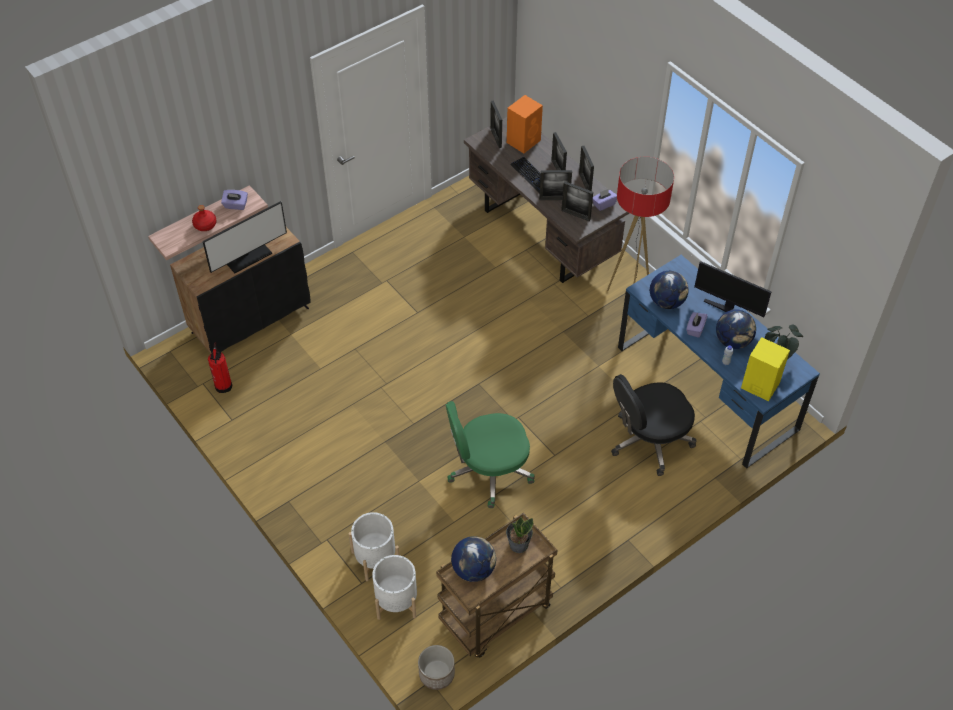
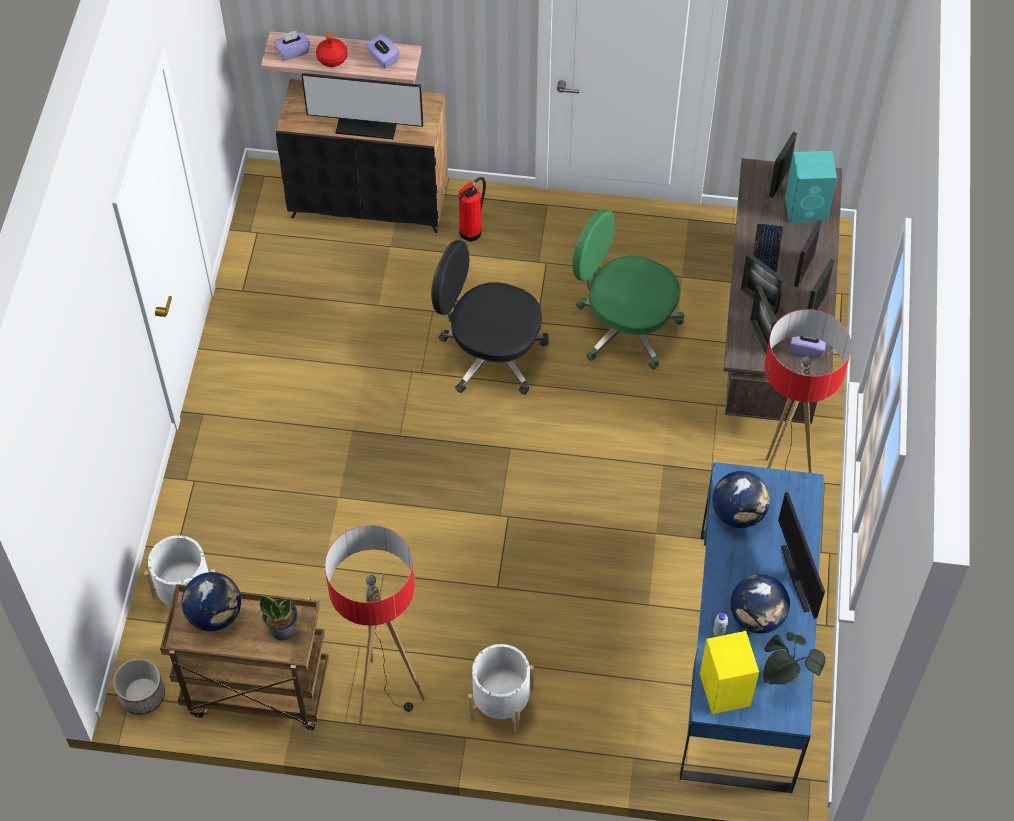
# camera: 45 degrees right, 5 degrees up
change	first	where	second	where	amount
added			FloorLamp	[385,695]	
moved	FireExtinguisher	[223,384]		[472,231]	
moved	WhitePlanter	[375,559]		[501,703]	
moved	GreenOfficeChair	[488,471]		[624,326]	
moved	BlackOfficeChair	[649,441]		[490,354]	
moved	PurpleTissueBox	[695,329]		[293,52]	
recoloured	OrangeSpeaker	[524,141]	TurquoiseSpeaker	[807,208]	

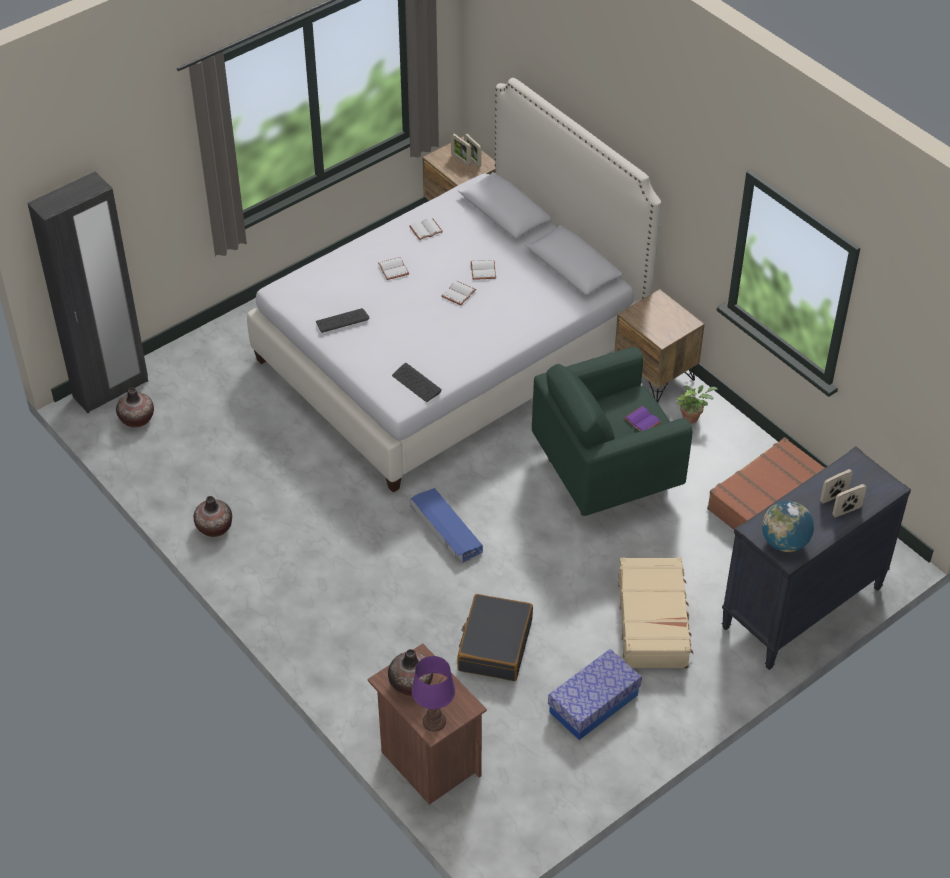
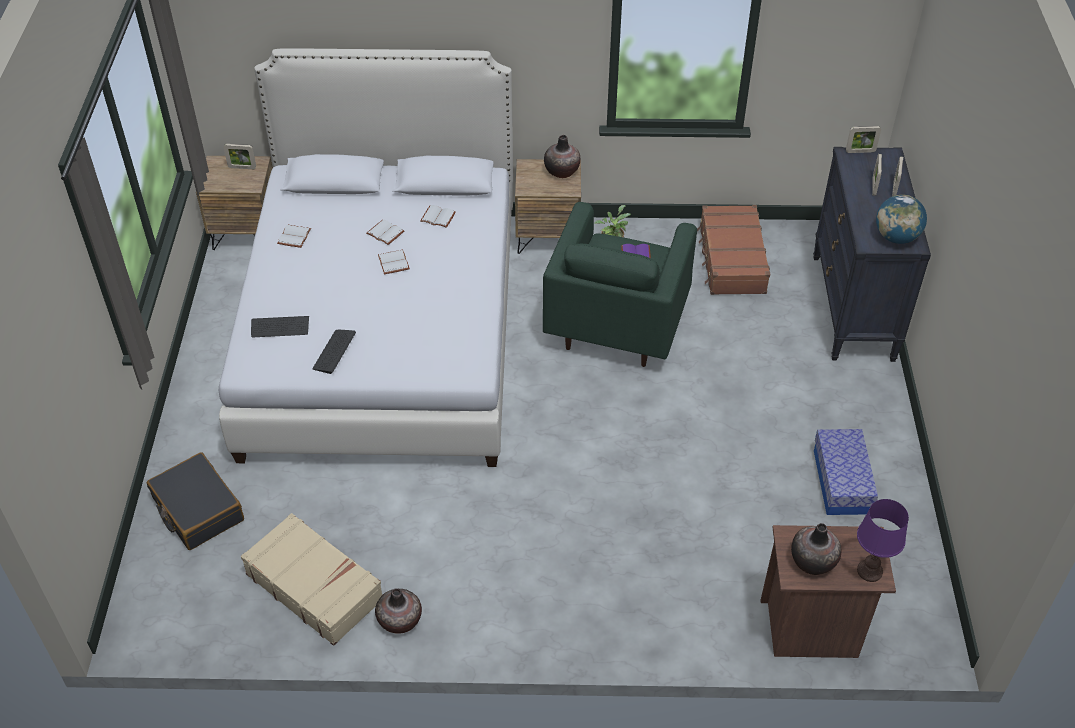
# camera: 50 degrees left, 0 degrees up
change	first	where	second	where	amount
removed	BlackWardrobe	[111,389]			
removed	BlueStorageBox	[446,529]			
moved	Vase	[137,419]		[562,171]	
moved	WhiteBook	[394,269]		[439,217]	
moved	Keyboard	[416,383]		[280,327]	
moved	PictureFrame	[461,160]		[860,151]	
moved	BlackSuitcase	[494,645]		[197,509]	
moved	BeigeSuitcase	[653,621]		[315,586]	

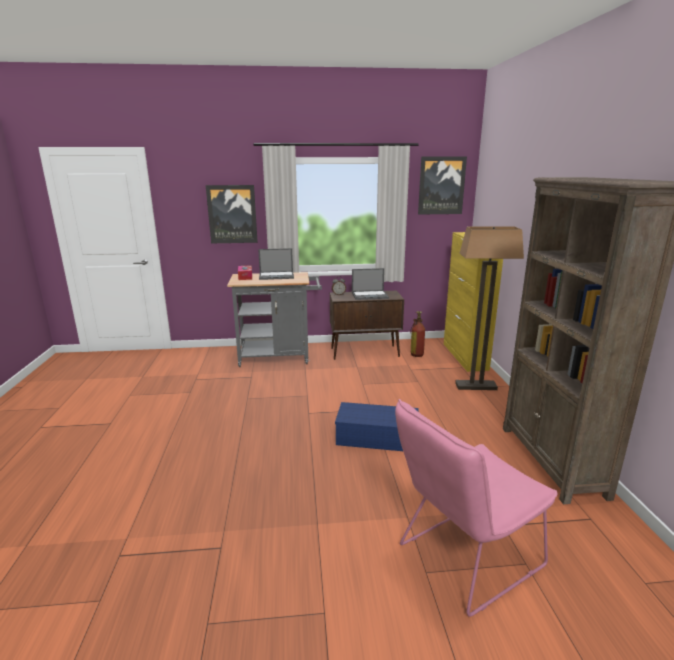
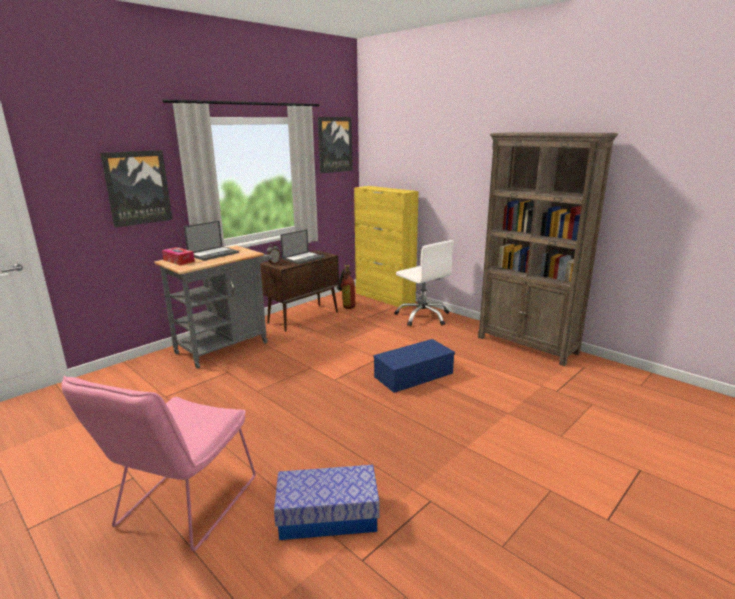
# camera: 40 degrees left, 0 degrees up
change	first	where	second	where	amount
added			StorageBox	[328,515]	
moved	PinkChair	[463,559]		[182,508]	
replaced	FloorLamp	[475,386]	WhiteOfficeChair	[423,316]	

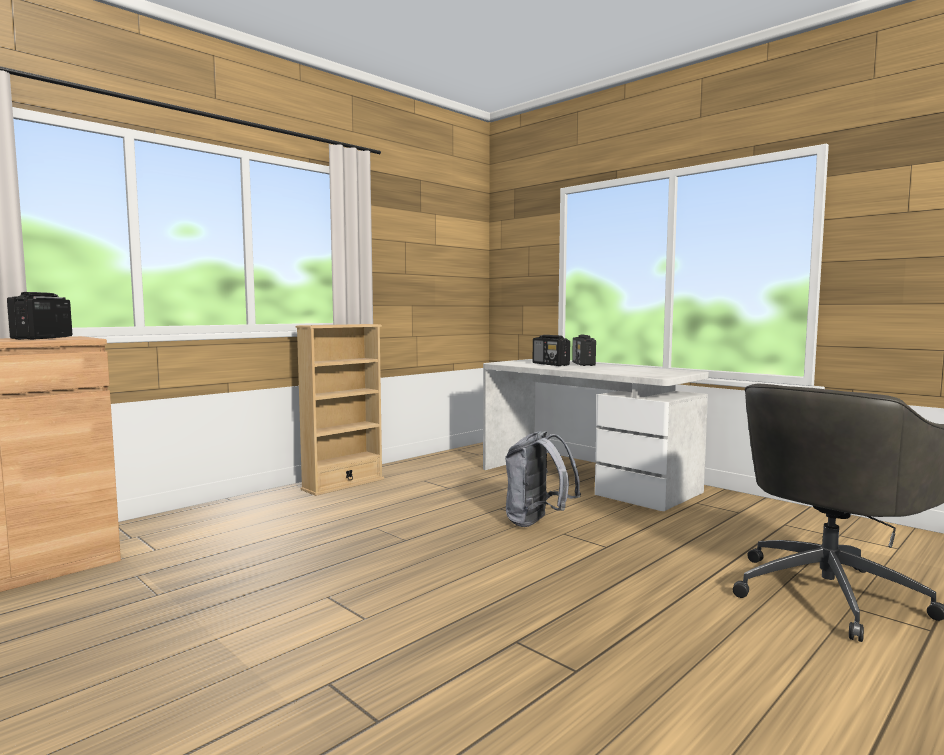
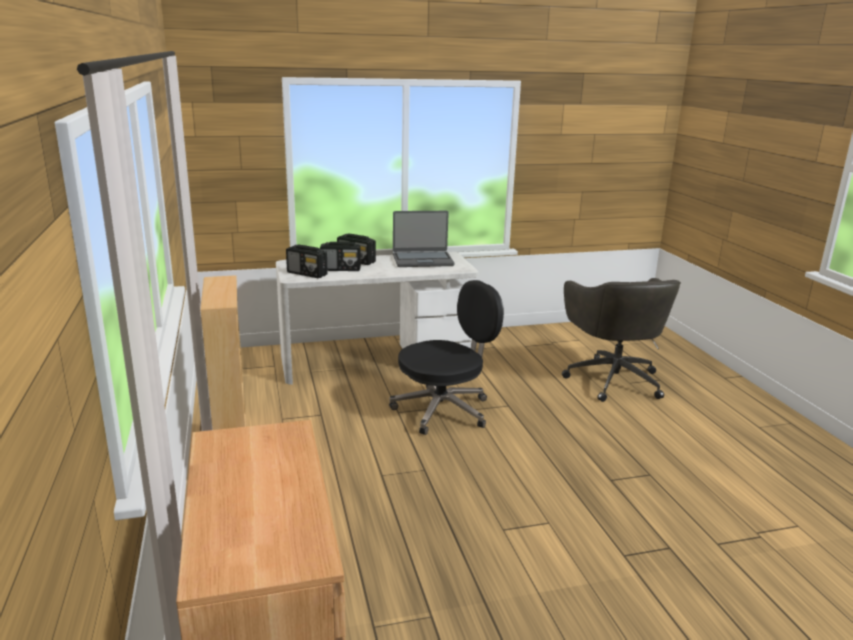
# camera: 60 degrees left, 15 degrees up
change	first	where	second	where	amount
added			Laptop	[422,260]	
moved	Radio	[42,338]		[307,274]	
replaced	GreyBackpack	[537,523]	BlackOfficeChair	[444,410]	

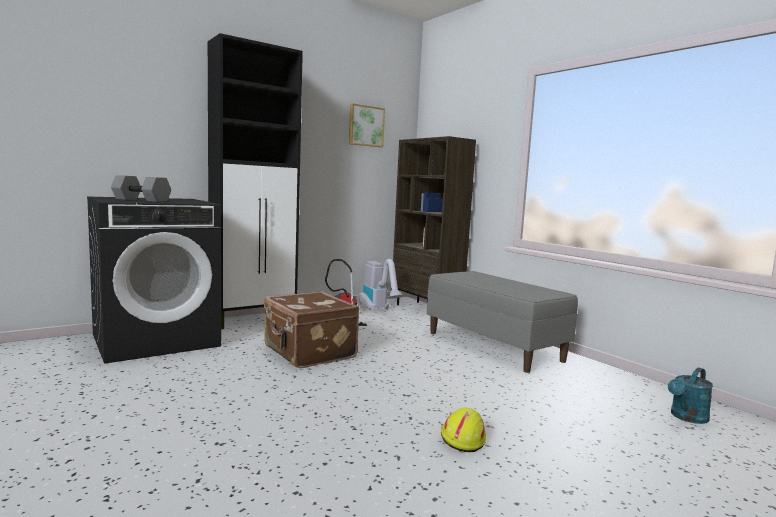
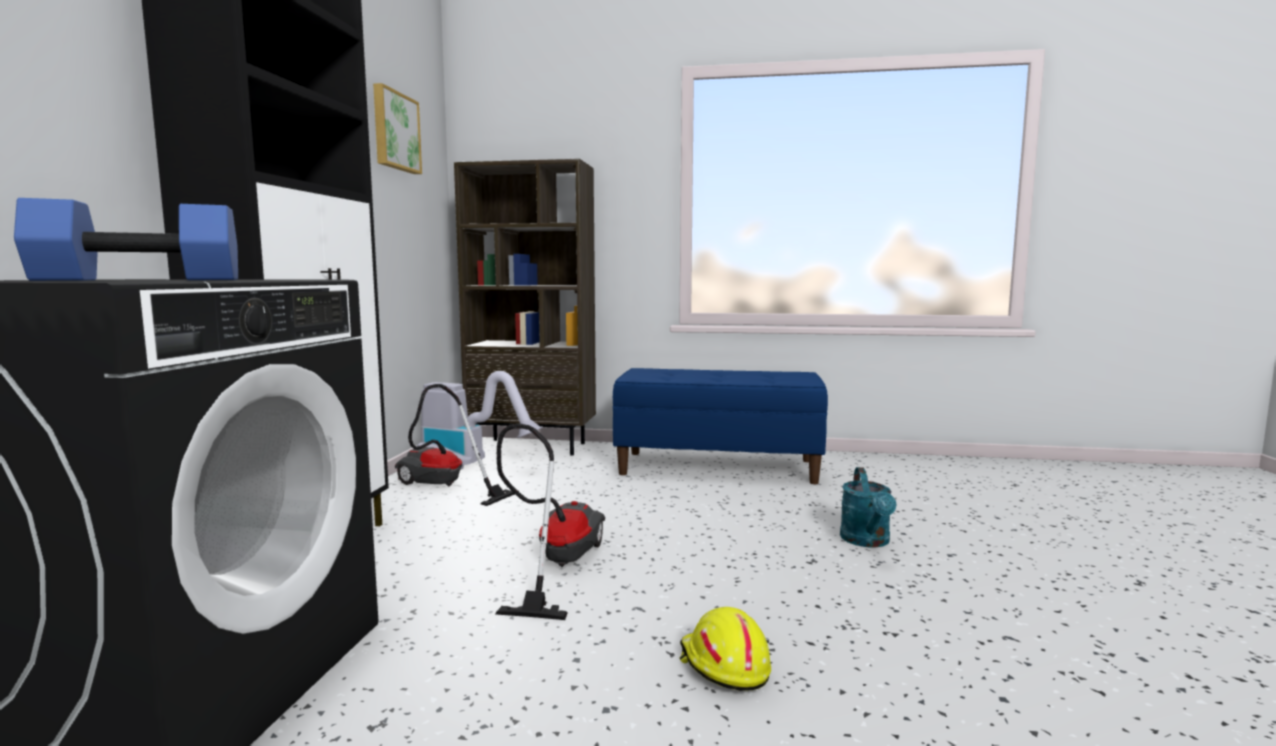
# camera: 45 degrees left, 0 degrees up
change	first	where	second	where	amount
moved	YellowHardHat	[462,438]		[723,665]	
moved	TurquoiseWateringCan	[687,417]		[867,541]	
replaced	BrownSuitcase	[308,353]	VacuumCleaner	[556,564]	
recoloured	GreyDumbbell	[142,200]	BlueDumbbell	[144,280]	
recoloured	GreyBench	[494,346]	BlueBench	[718,467]	

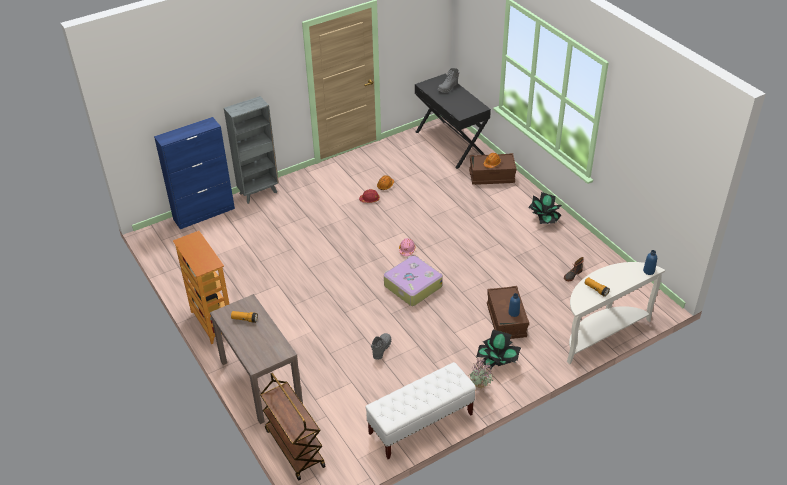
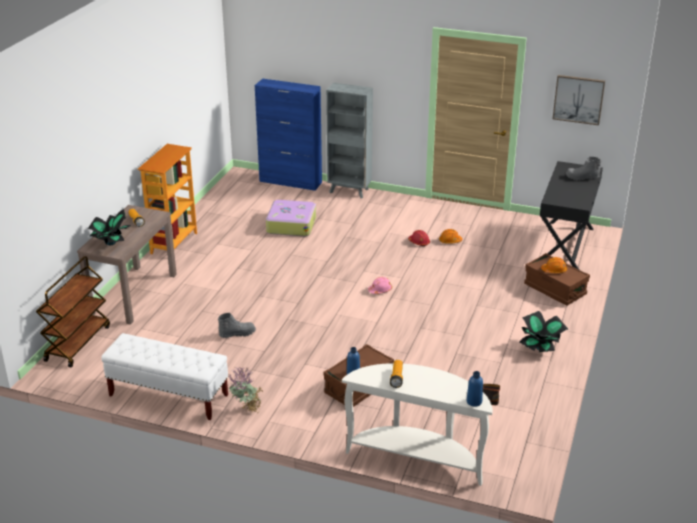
# camera: 50 degrees right, 10 degrees down
change	first	where	second	where	amount
added			Picture	[578,99]	
moved	Suitcase	[412,286]		[291,224]	
moved	PottedPlant	[497,362]		[111,243]	

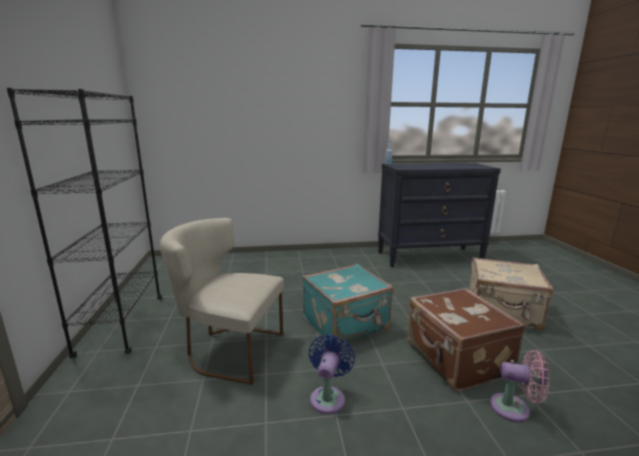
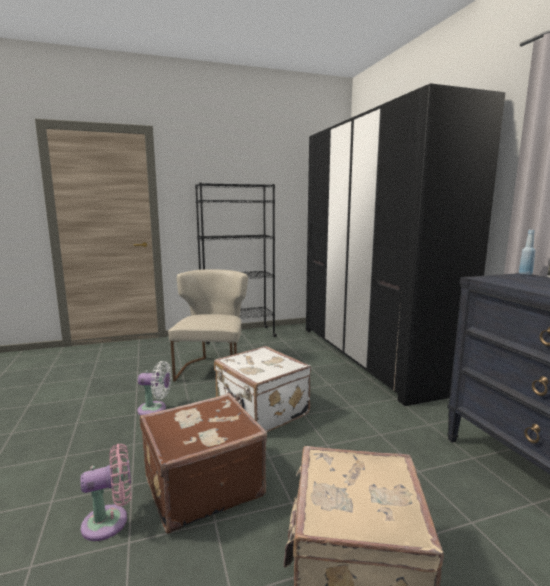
# camera: 80 degrees right, 5 degrees down
change	first	where	second	where	amount
added			BlackWardrobe	[370,356]	
recoloured	TurquoiseSuitcase	[346,324]	WhiteSuitcase	[261,411]	
recoloured	BlueFan	[328,397]	WhiteFan	[155,409]	
turned	PinkFan	[514,409]		[110,521]	120 degrees counterclockwise

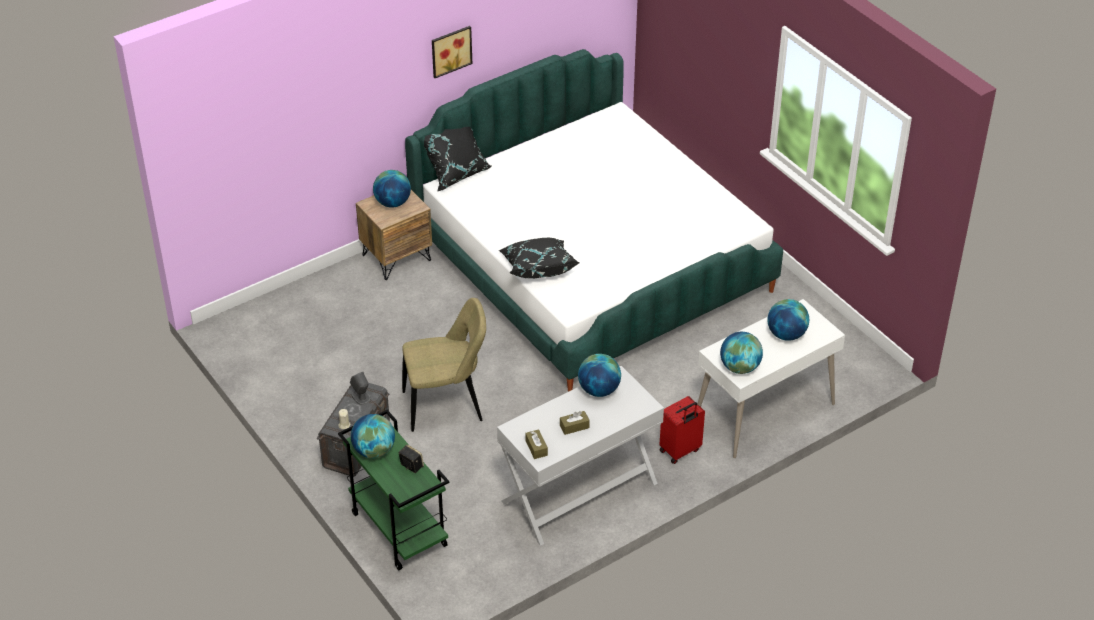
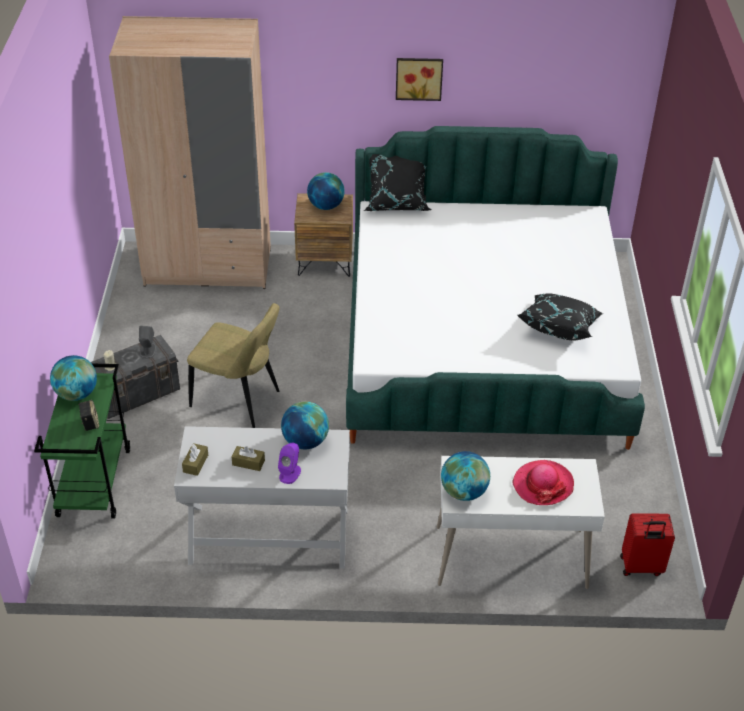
# camera: 35 degrees right, 0 degrees up
change	first	where	second	where	amount
added			BeigeWardrobe	[208,266]	
added			PurpleSpeaker	[290,473]	
moved	BlackPillow	[538,268]		[559,327]	
moved	RedSuitcase	[680,451]		[641,567]	
replaced	Globe	[786,334]	Hat	[543,484]	

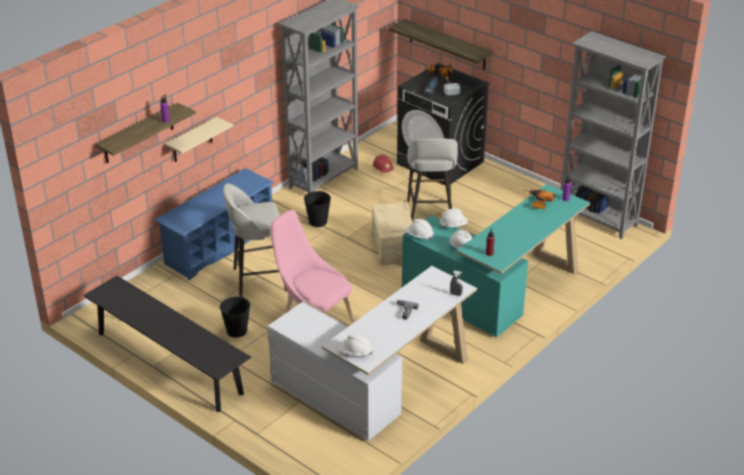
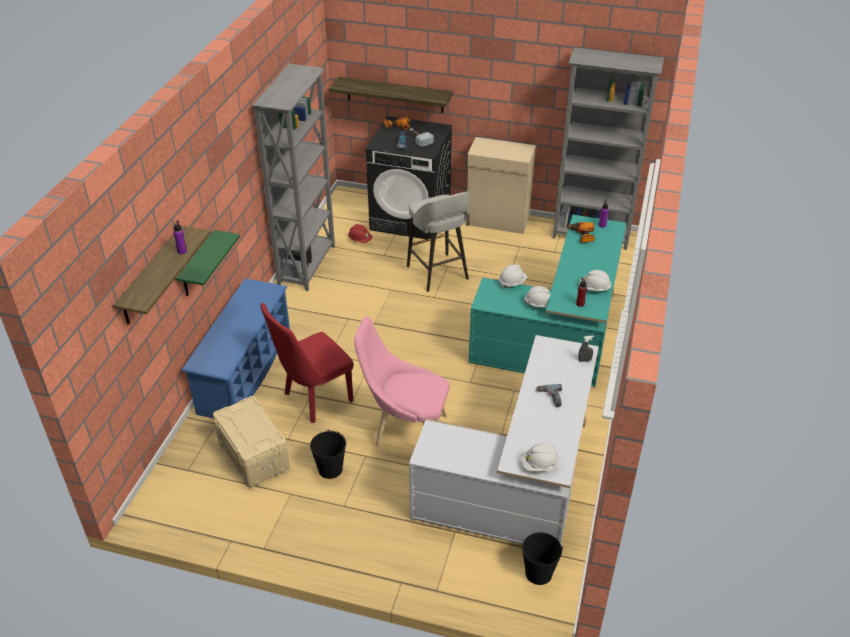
# camera: 25 degrees left, 5 degrees up
change	first	where	second	where	amount
removed	BlackBench	[169,363]			
added			BeigeCabinet	[497,221]	
moved	BlackBucket	[318,221]		[538,573]	
moved	BeigeStorageBox	[394,247]		[254,455]	
moved	WhiteHardHat	[419,236]		[594,288]	
replaced	GreyStool	[258,279]	RedChair	[313,400]	
recoloured	BeigeShelf	[192,140]	GreenShelf	[197,265]	

